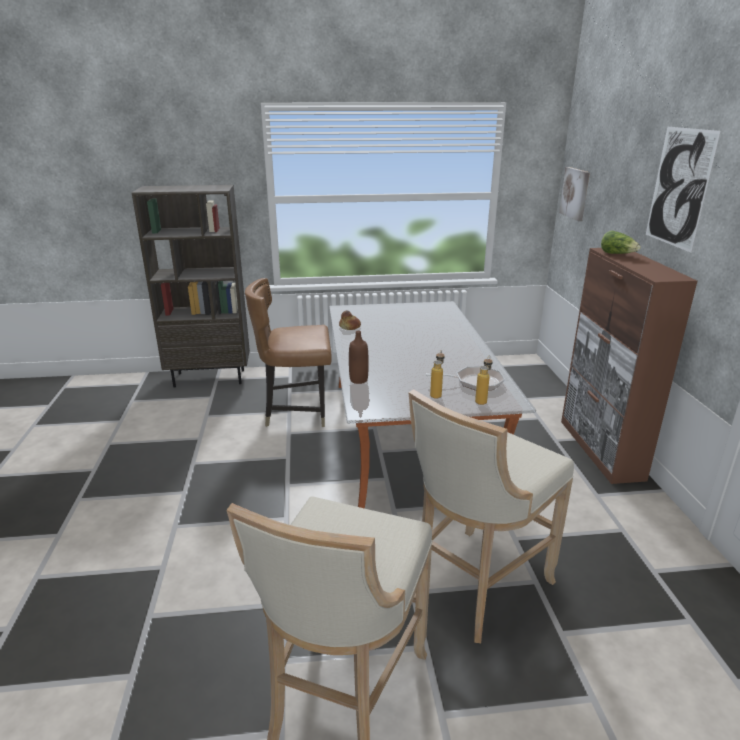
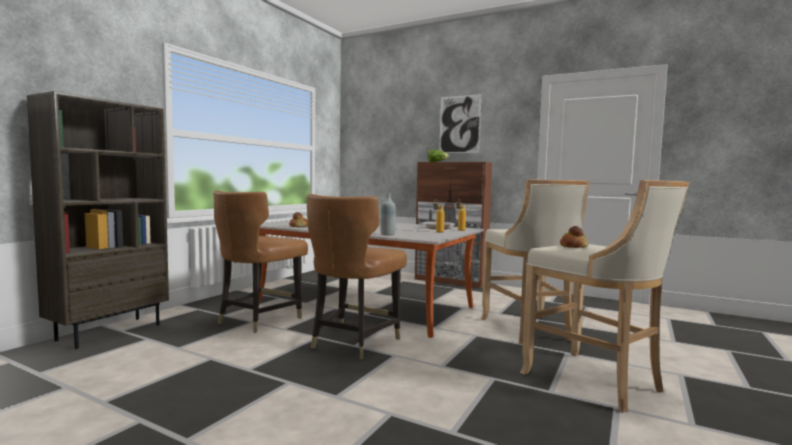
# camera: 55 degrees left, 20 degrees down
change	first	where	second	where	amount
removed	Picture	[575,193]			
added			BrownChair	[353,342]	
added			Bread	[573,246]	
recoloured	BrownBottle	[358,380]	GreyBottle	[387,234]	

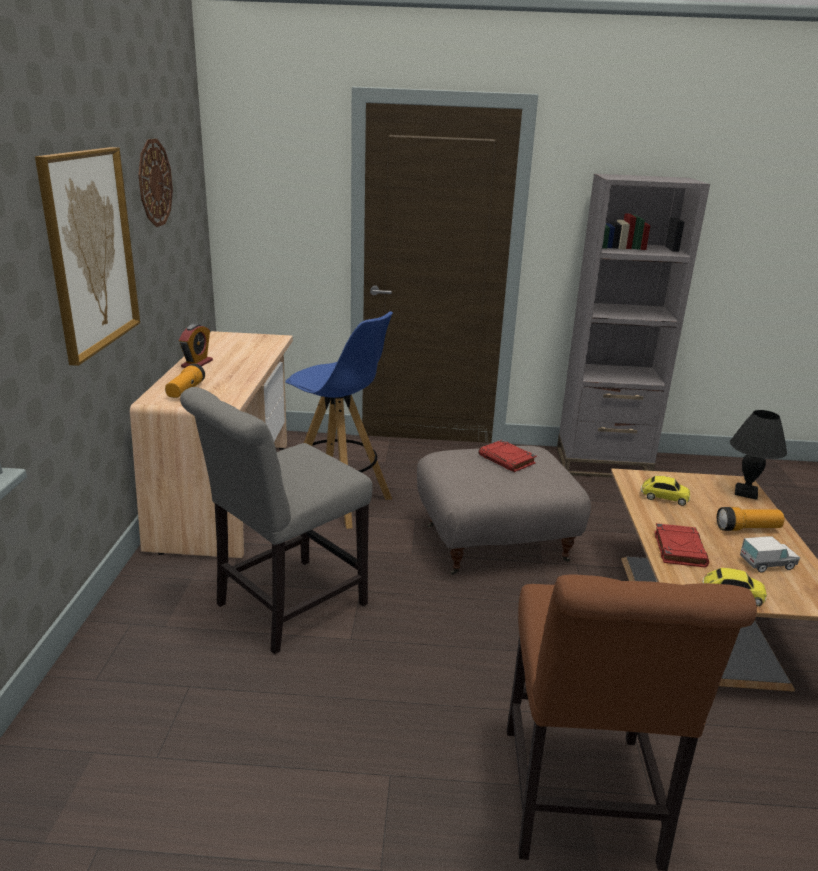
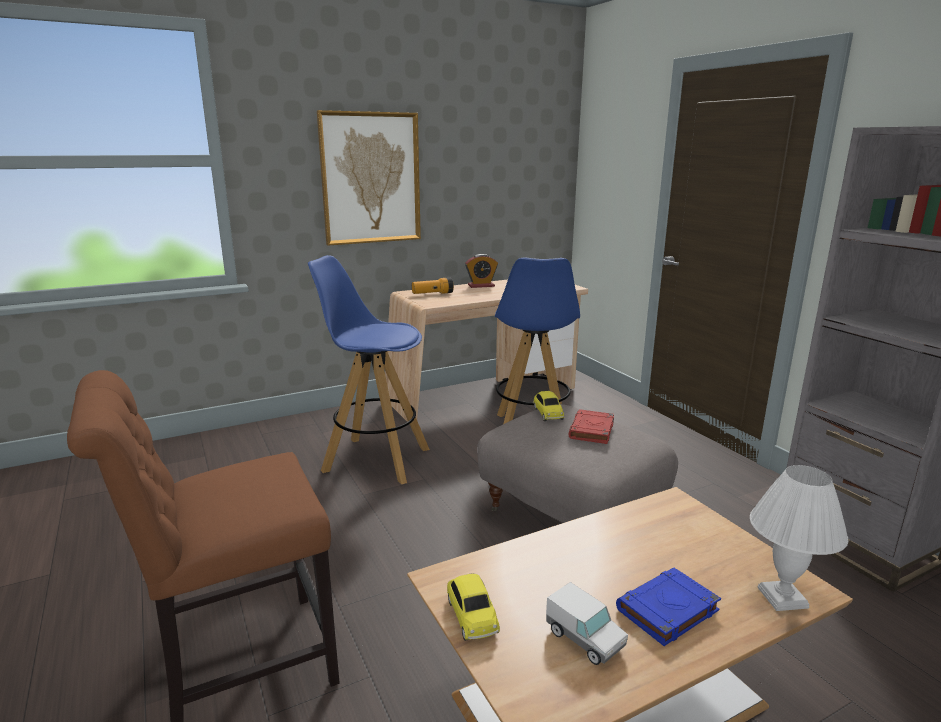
# camera: 60 degrees right, 5 degrees down
change	first	where	second	where	amount
removed	WallClock	[154,183]			
removed	RedBook	[679,549]			
moved	ToyCar	[664,498]		[547,413]	
replaced	GreyChair	[284,607]	BlueStool	[375,459]	
replaced	Flashlight	[747,528]	BlueBook	[667,611]	
recoloured	BlackTableLamp	[745,492]	WhiteTableLamp	[781,597]	

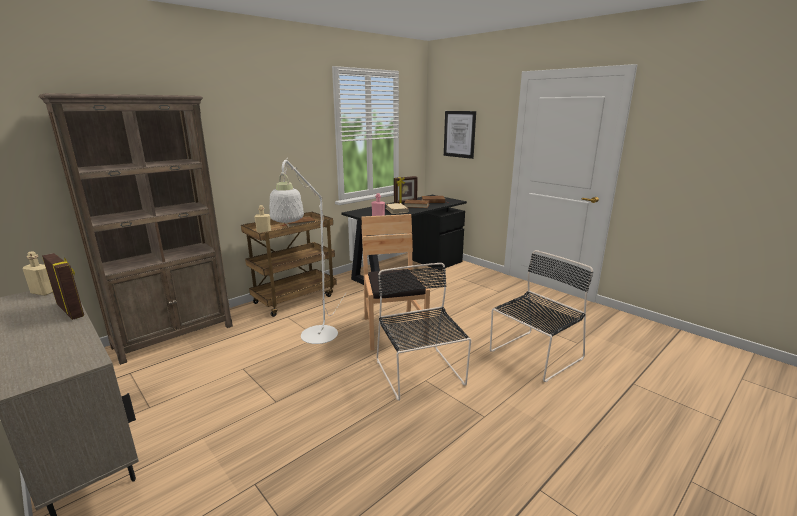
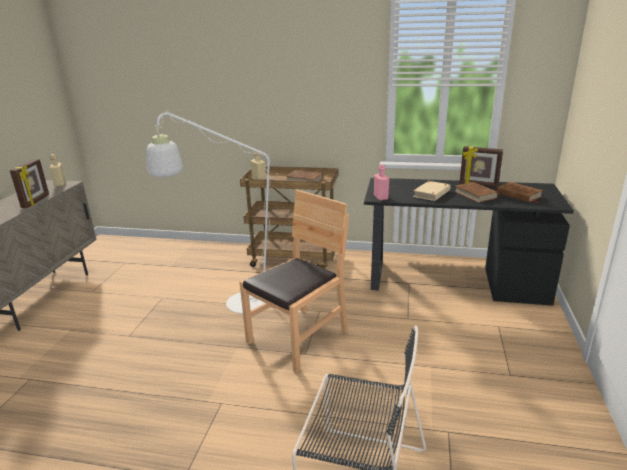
# camera: 55 degrees right, 5 degrees up
change	first	where	second	where	amount
removed	BrownBookcase	[175,336]			
removed	BlackChair	[420,374]			
removed	Picture	[459,134]			

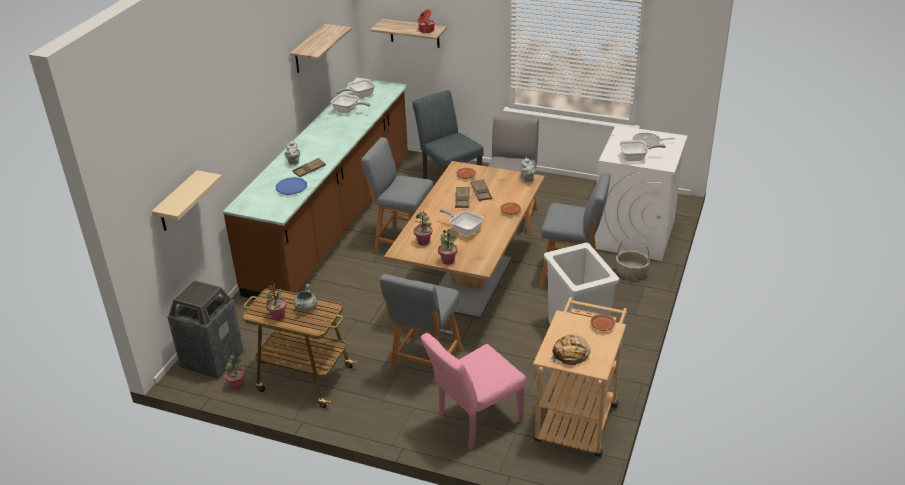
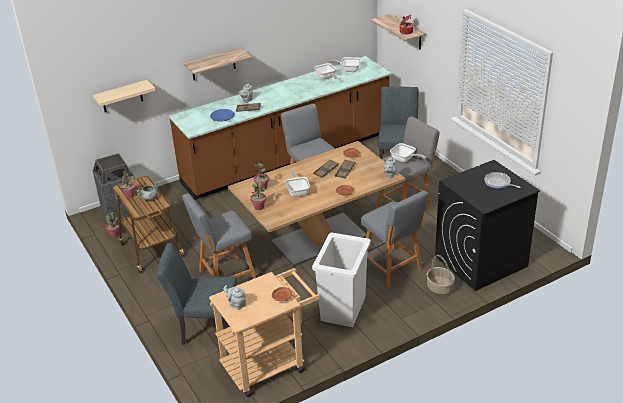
# camera: 40 degrees right, 0 degrees up
change	first	where	second	where	amount
moved	Shelf	[309,49]		[213,64]	
moved	FryingPan	[636,158]		[405,160]	
replaced	Bread	[571,355]	GreyTeapot	[236,304]	
recoloured	PinkChair	[474,422]	GreyChair	[205,329]	
recoloured	WhiteWashingMachine	[634,235]	BlackWashingMachine	[480,262]	

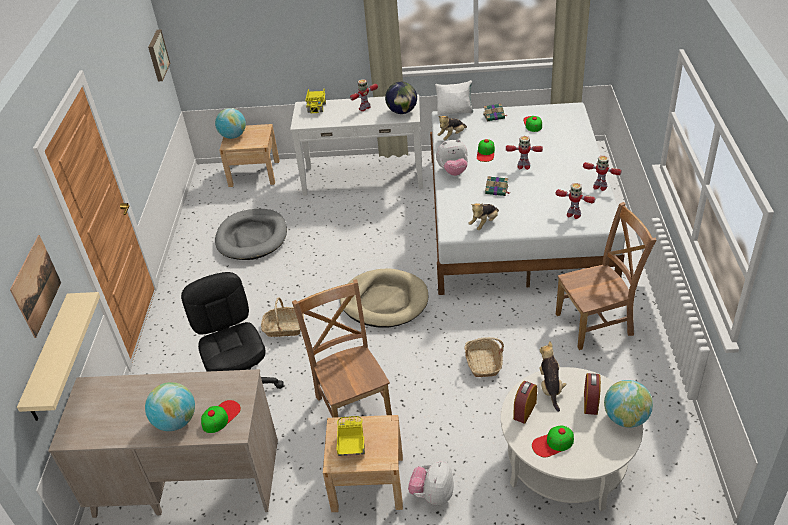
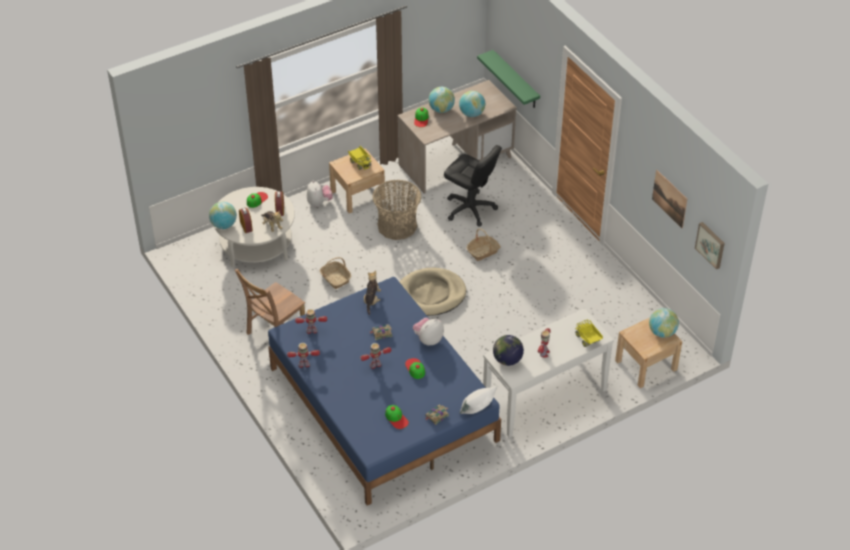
# camera: 145 degrees right, 5 degrees up
change	first	where	second	where	amount
removed	GreyDogBed	[252,237]			
removed	PlushToy	[452,136]			
added			Globe	[472,114]	
moved	Picture	[36,285]		[669,198]	
replaced	BrownChair	[353,405]	Basket	[397,226]	
recoloured	BeigeShelf	[49,359]	GreenShelf	[515,80]	
recoloured	WhiteBed	[516,216]	BlueBed	[382,404]	

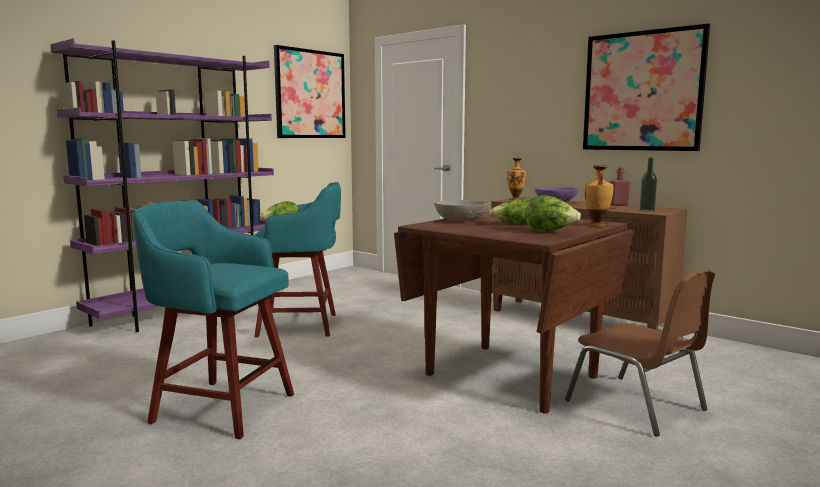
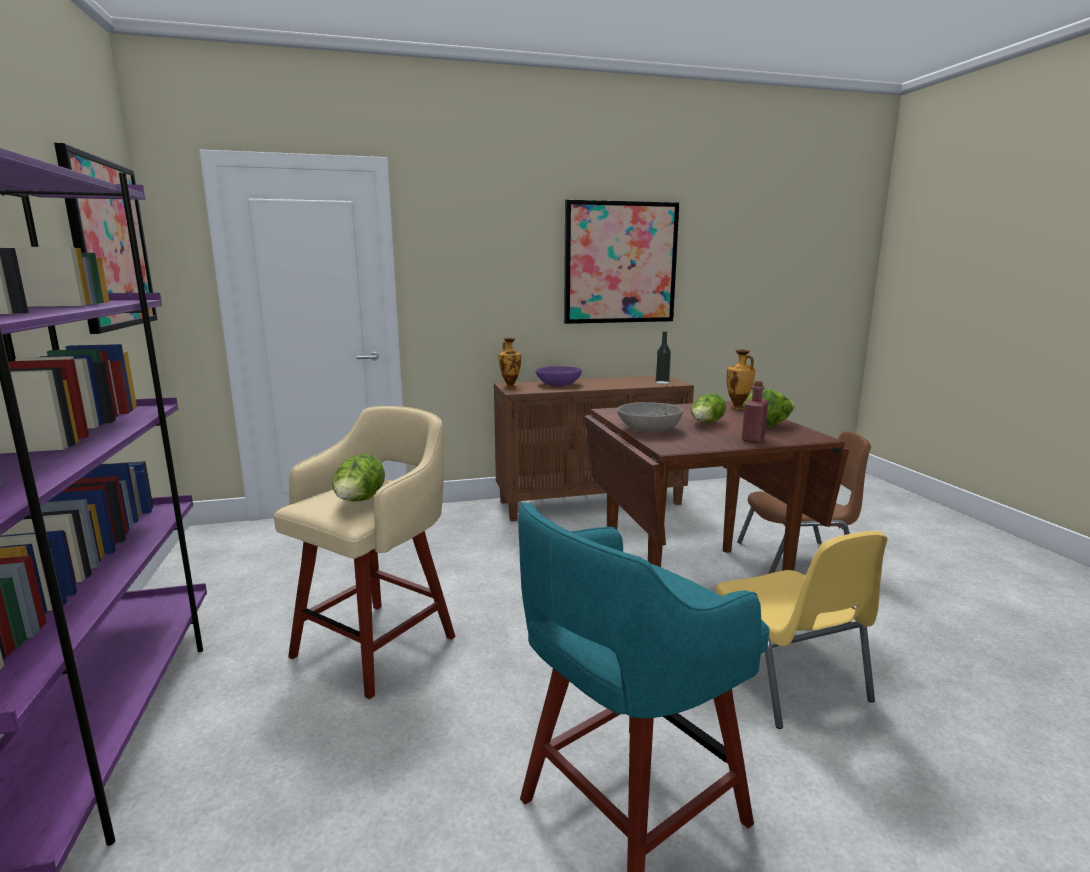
# camera: 55 degrees left, 5 degrees up
change	first	where	second	where	amount
added			YellowChair	[783,678]	
moved	RedBottle	[618,205]		[753,439]	
recoloured	TurquoiseStool	[301,325]	BeigeStool	[378,644]	

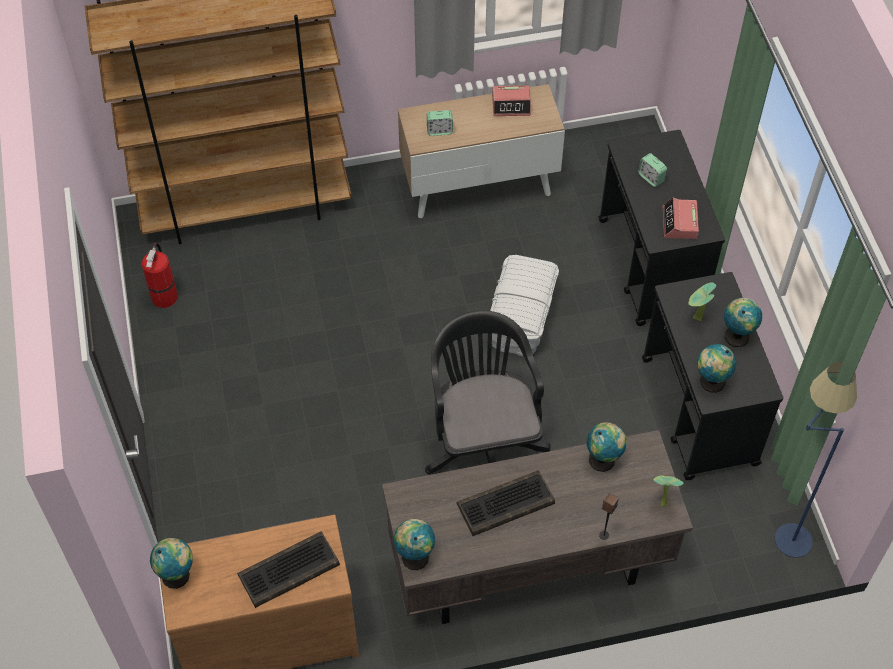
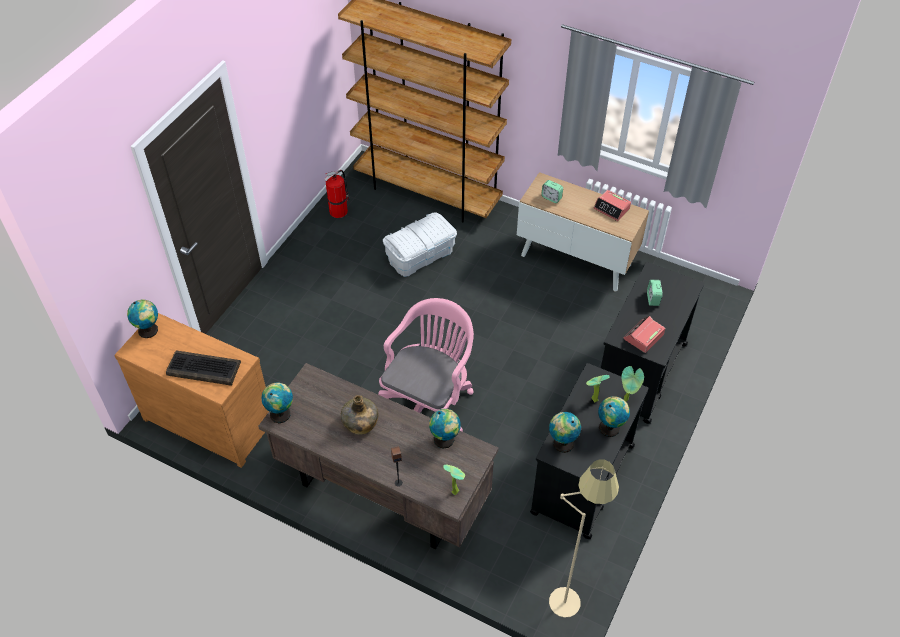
# camera: 40 degrees right, 5 degrees down
change	first	where	second	where	amount
added			PottedPlant	[627,399]	
moved	WhiteStorageBox	[521,318]		[420,255]	
replaced	Keyboard	[505,504]	GreenBottle	[360,423]	
recoloured	BlackOfficeChair	[483,442]	PinkOfficeChair	[429,403]	
recoloured	BlueFloorLamp	[787,525]	BeigeFloorLamp	[570,589]	

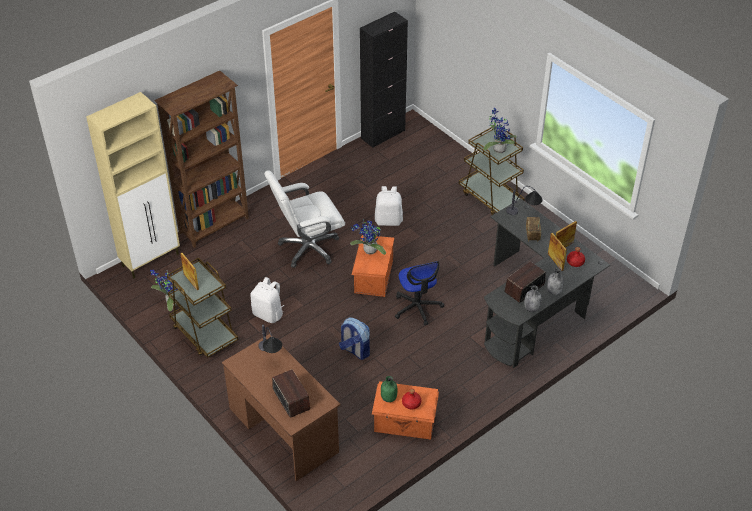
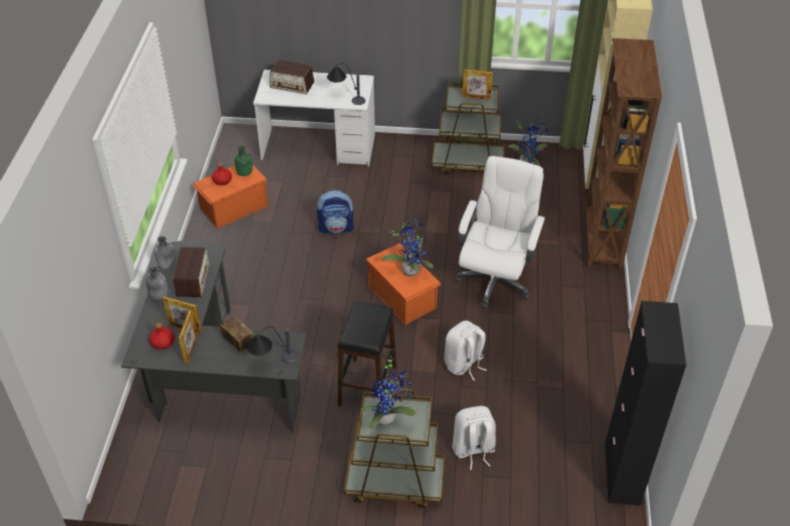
# camera: 135 degrees right, 0 degrees up
change	first	where	second	where	amount
removed	OfficeChair	[417,307]			
added			BlackStool	[367,386]	
moved	WhiteBackpack	[268,314]		[473,449]	
recoloured	BrownDesk	[283,430]	WhiteDesk	[318,148]	

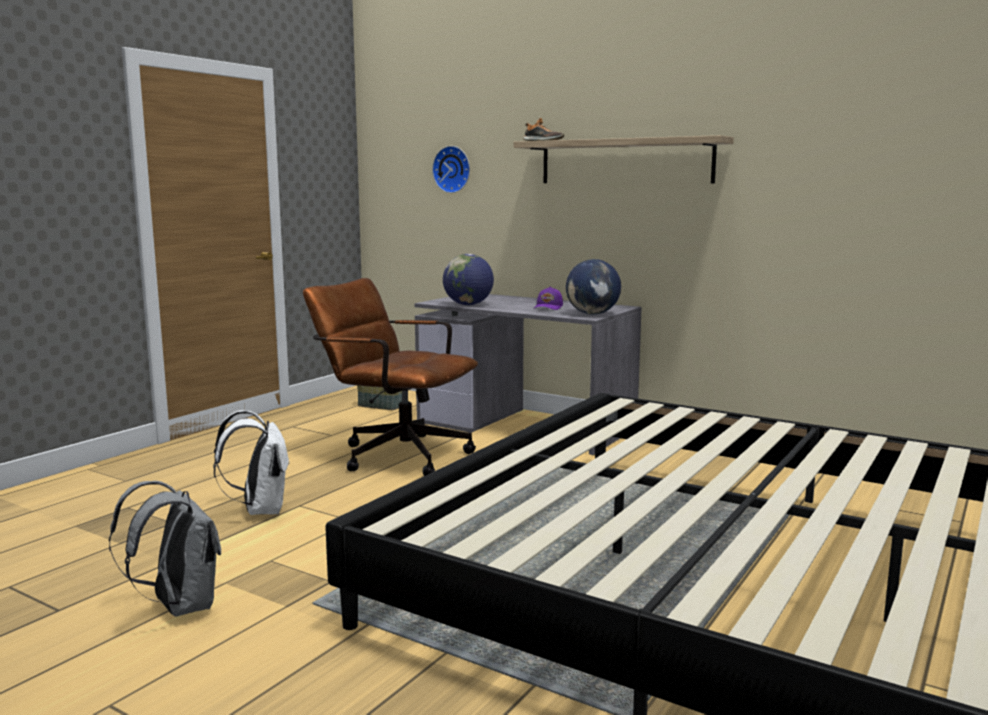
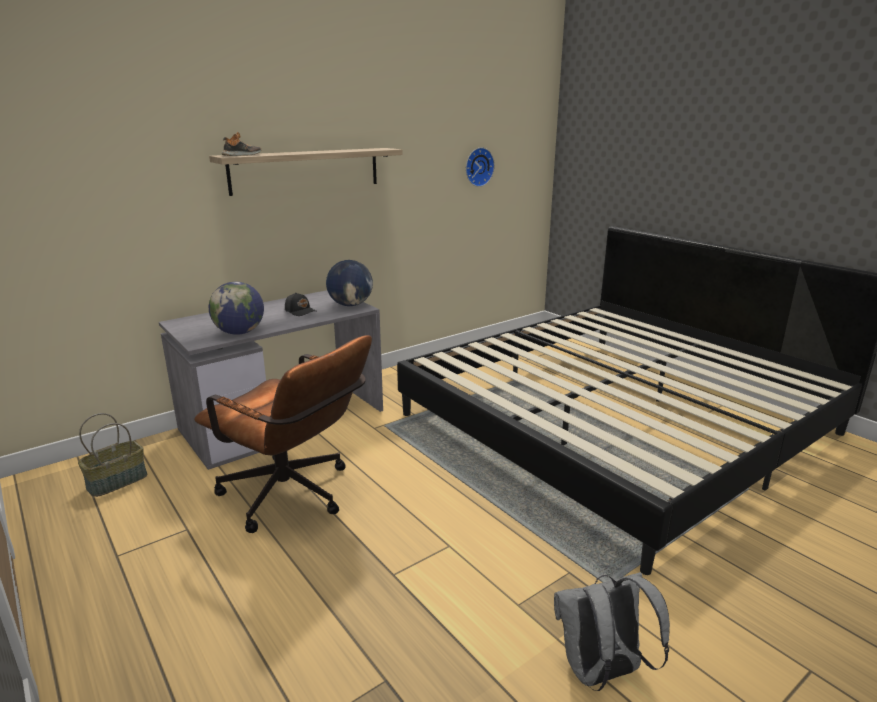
# camera: 70 degrees left, 10 degrees up
change	first	where	second	where	amount
removed	WhiteBackpack	[260,510]			
moved	WallClock	[453,169]		[478,167]	
recoloured	PurpleCap	[549,307]	BlackCap	[301,311]	
turned	BrownOfficeChair	[395,454]		[294,497]	105 degrees counterclockwise

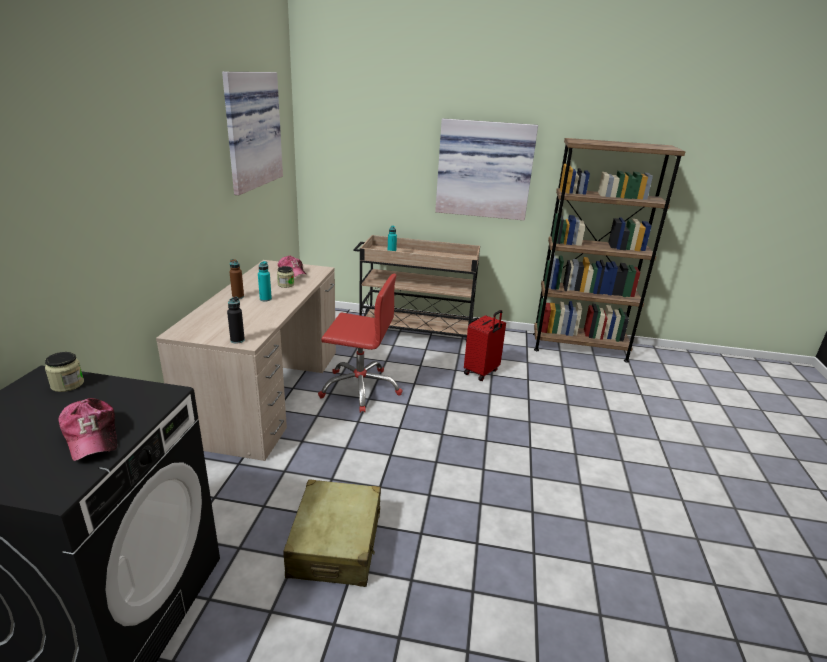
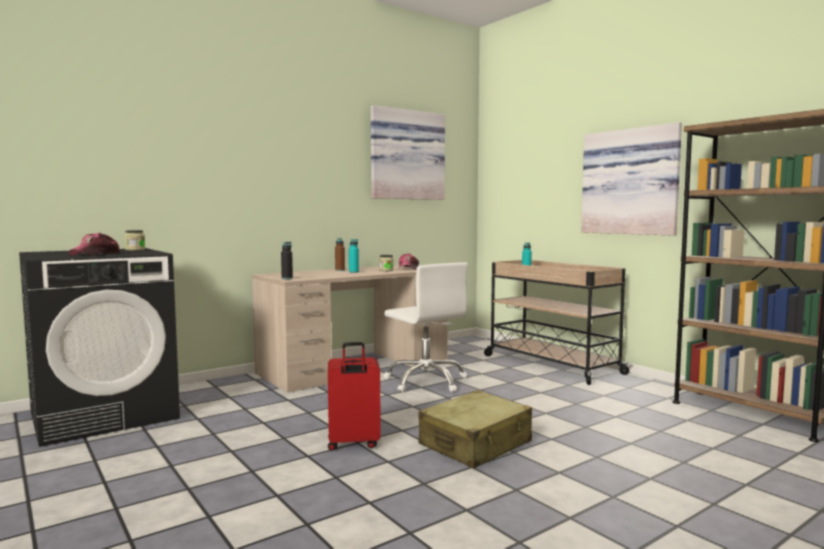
# camera: 45 degrees right, 20 degrees down
change	first	where	second	where	amount
moved	BeigeSuitcase	[336,544]		[475,444]	
moved	RedSuitcase	[482,372]		[353,444]	
recoloured	RedOfficeChair	[360,388]	WhiteOfficeChair	[426,381]	

